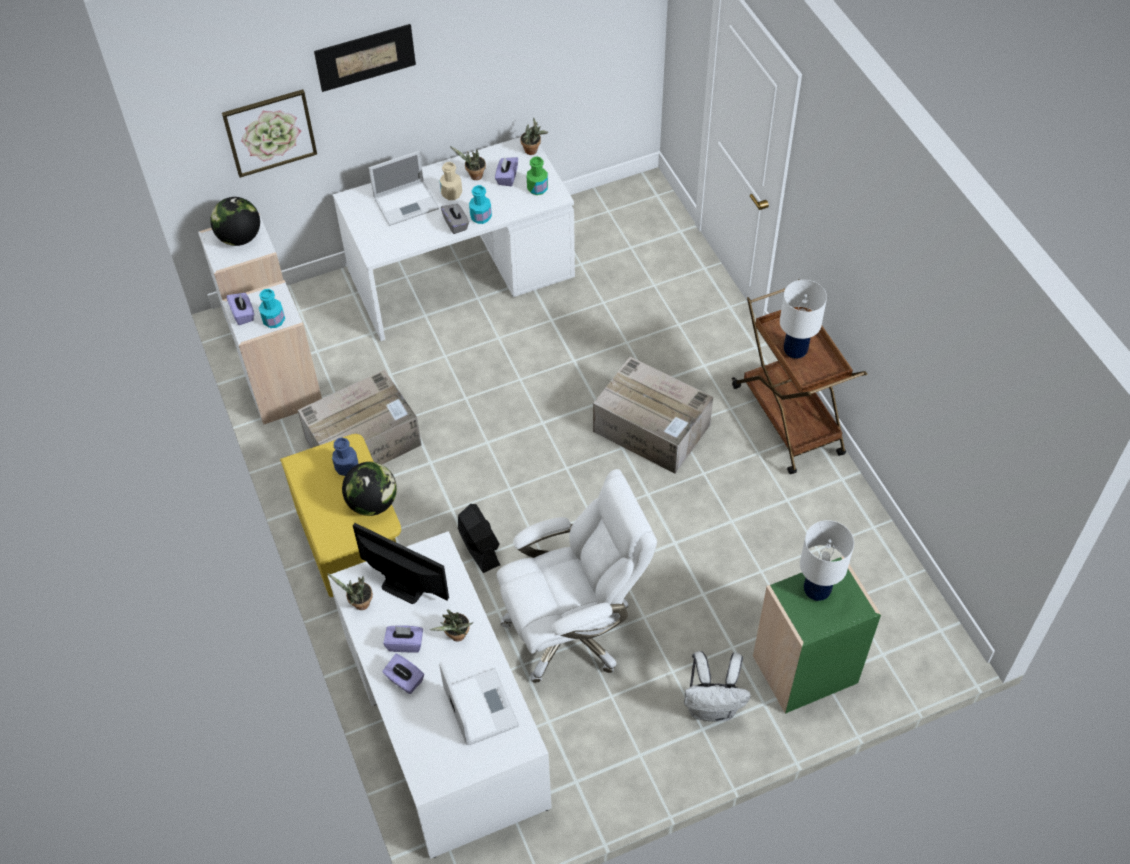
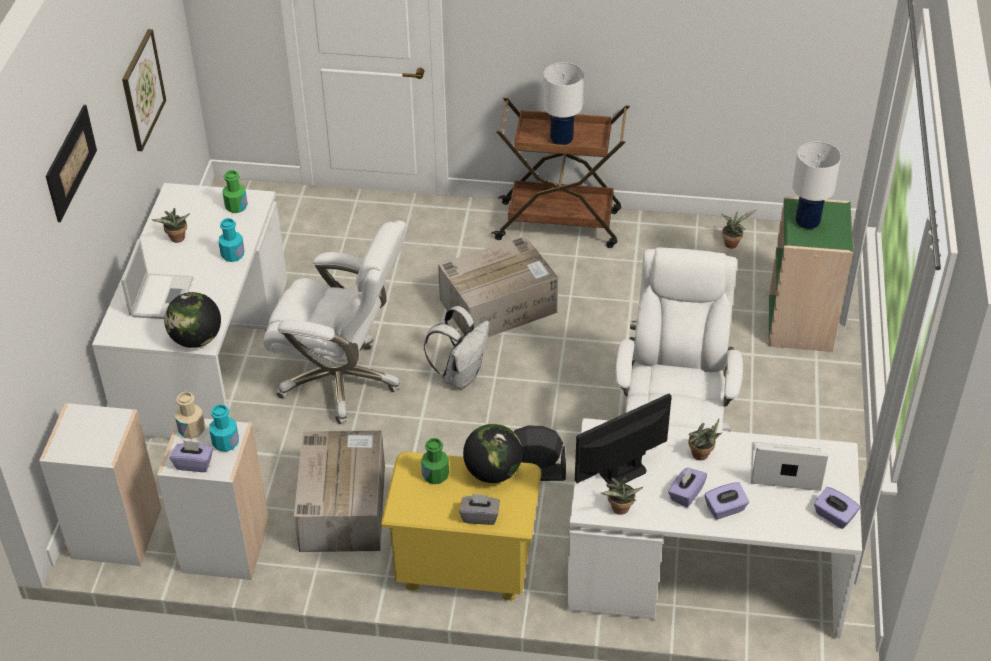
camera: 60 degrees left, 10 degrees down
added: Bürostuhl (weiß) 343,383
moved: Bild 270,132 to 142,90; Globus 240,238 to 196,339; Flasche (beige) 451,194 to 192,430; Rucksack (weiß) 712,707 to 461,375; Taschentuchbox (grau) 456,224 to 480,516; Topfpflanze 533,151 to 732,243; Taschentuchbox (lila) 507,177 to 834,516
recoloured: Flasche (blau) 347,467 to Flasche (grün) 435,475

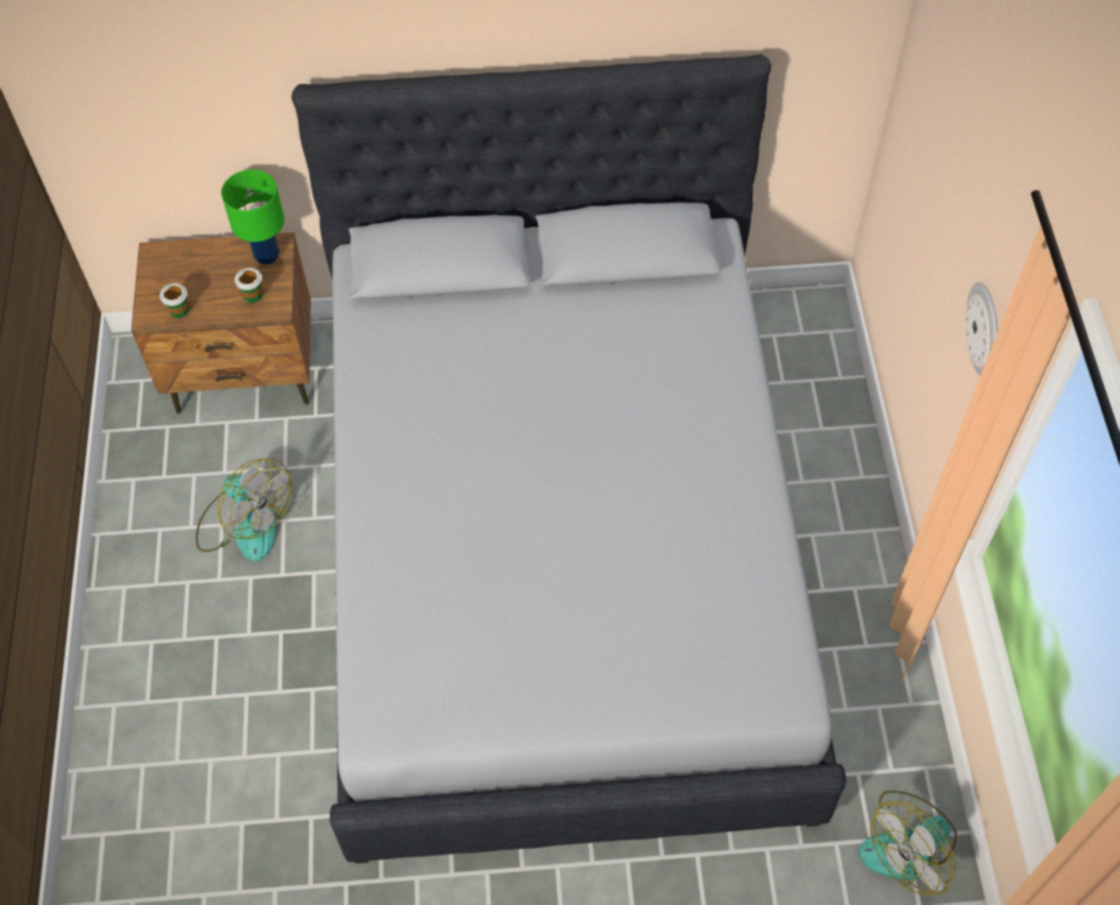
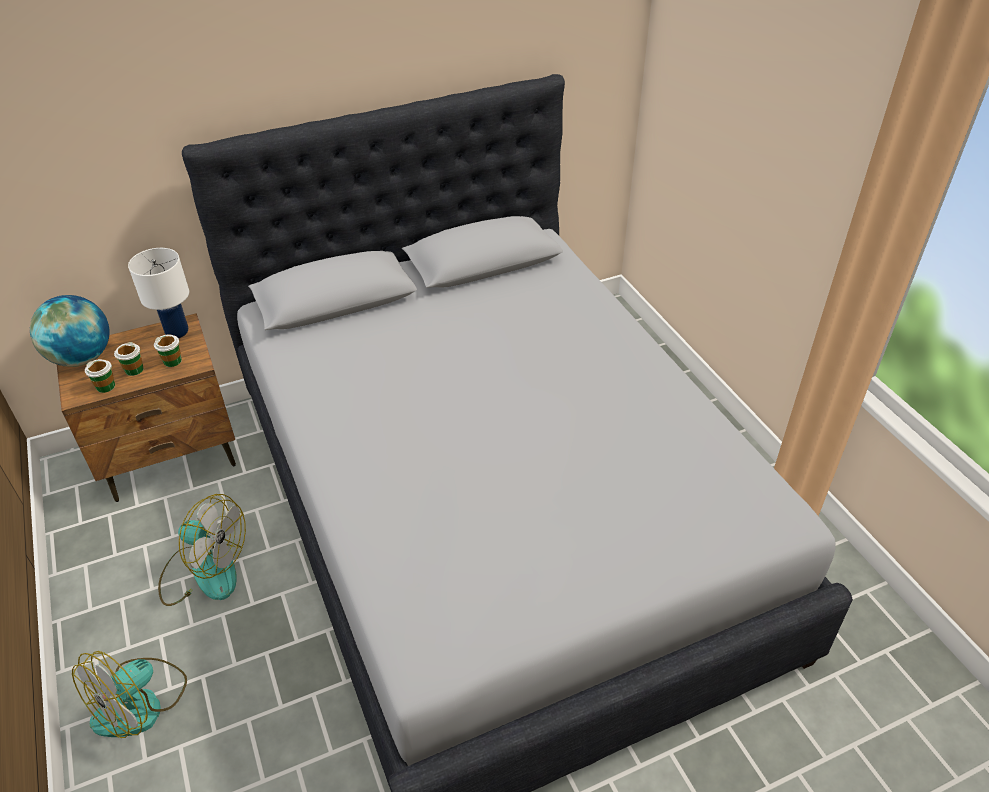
camera: 20 degrees left, 15 degrees down
removed: Wanduhr 985,330
added: Globus 82,358; Tasse 134,370
moved: Ventilator 909,846 to 141,703
recoloured: Tischlampe (grün) 267,254 to Tischlampe (weiß) 177,332

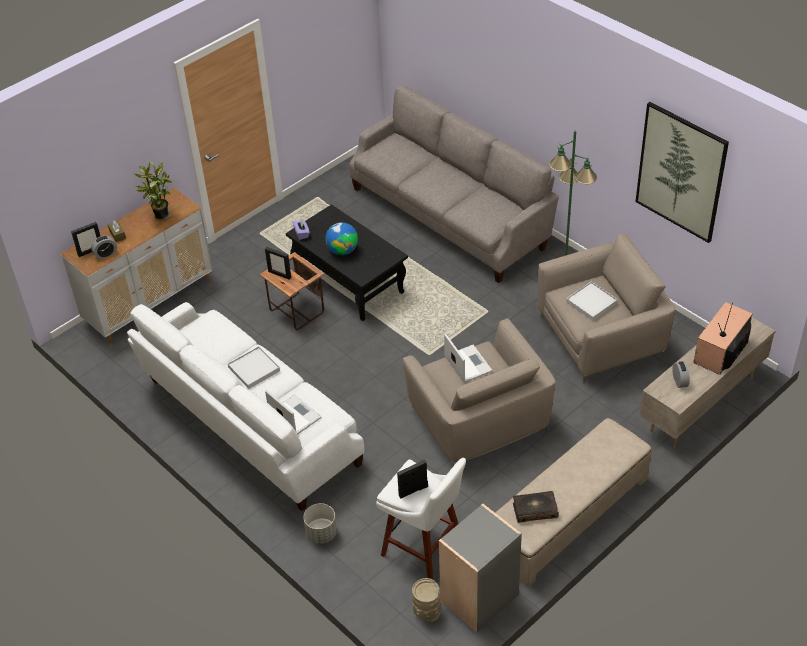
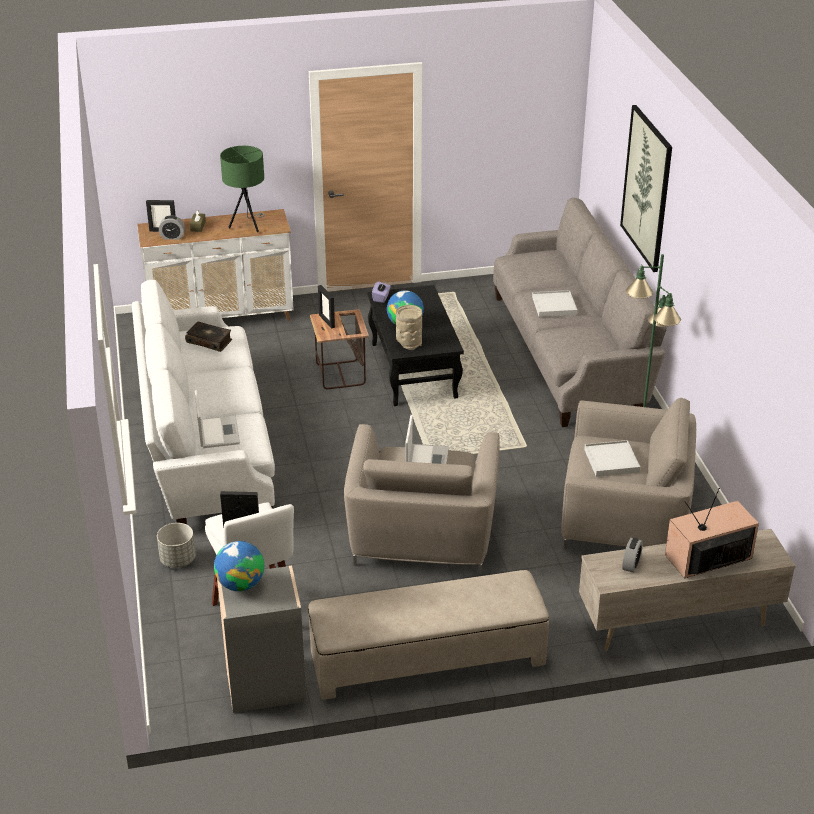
camera: 30 degrees right, 10 degrees down
added: Globus 241,584
moved: Buch 535,510 to 209,341; Vase (beige) 426,611 to 408,343; Tablett (weiß) 253,369 to 554,306; Bild 681,172 to 646,188
replaced: Topfpflanze 160,216 to Tischlampe (grün) 248,225

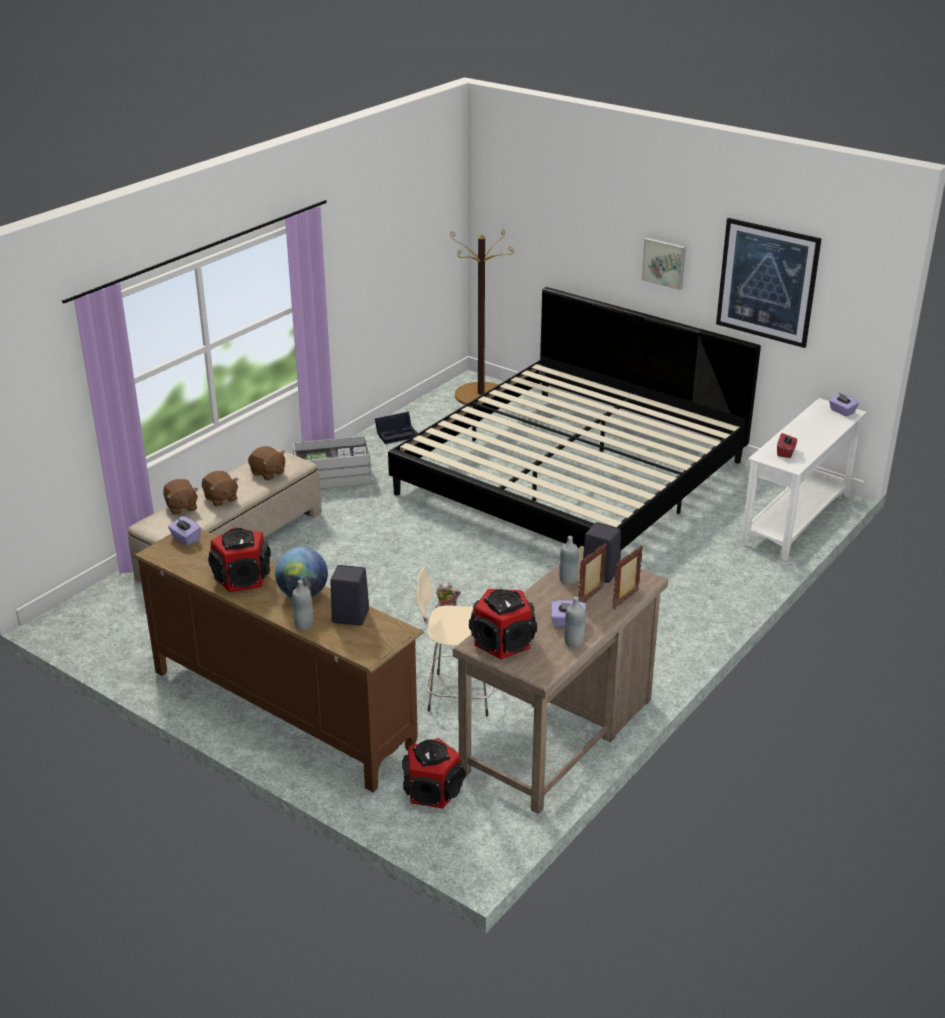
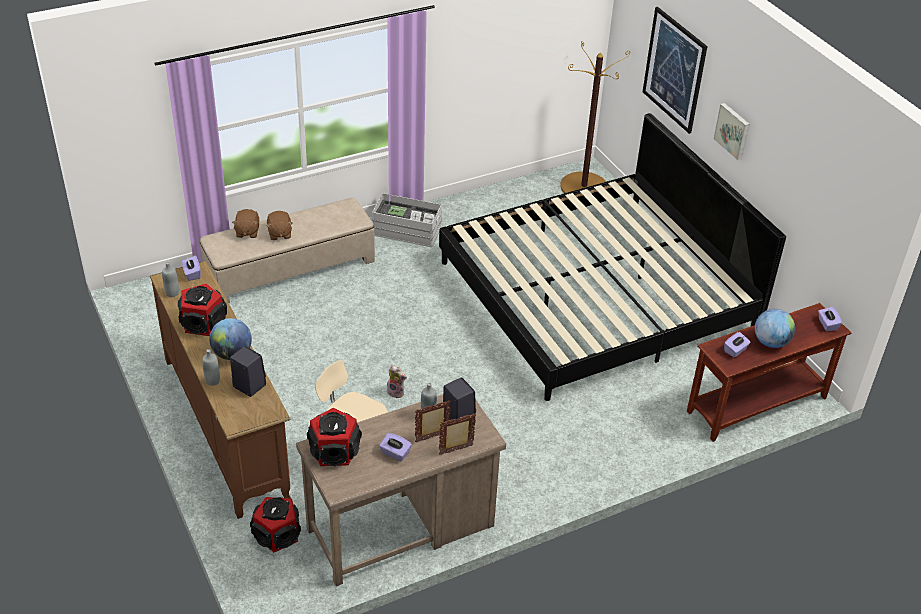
camera: 25 degrees right, 10 degrees up
removed: Plüschtier (braun) 268,473; Aufbewahrungsbox (schwarz) 397,434
added: Globus 771,342
moved: Flasche (grau) 573,642 to 172,293; Bild 767,282 to 674,70
recoloured: Konsolentisch (weiß) 796,520 to Konsolentisch (braun) 756,405; Taschentuchbox (rot) 785,452 to Taschentuchbox (lila) 735,350

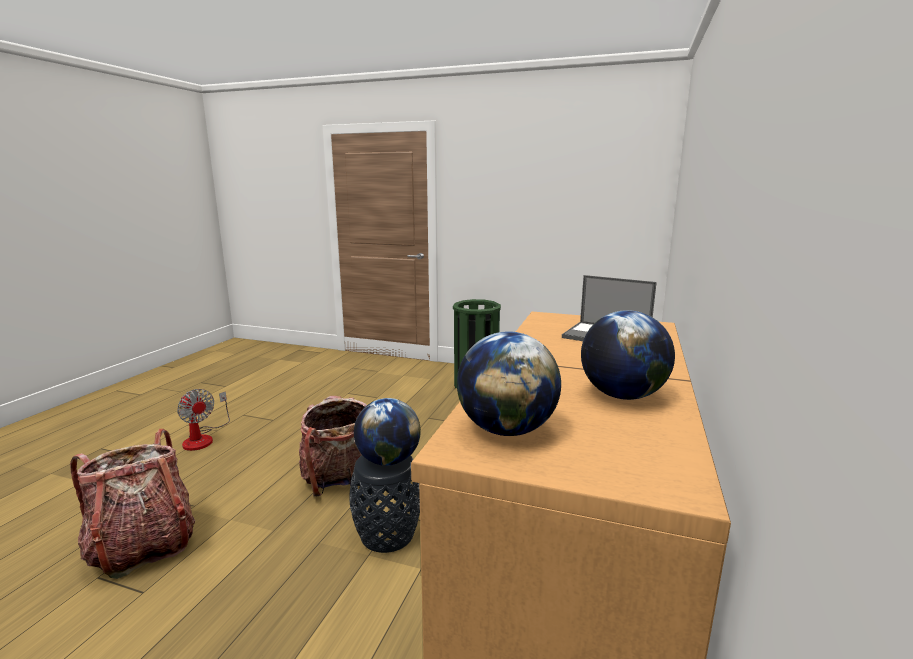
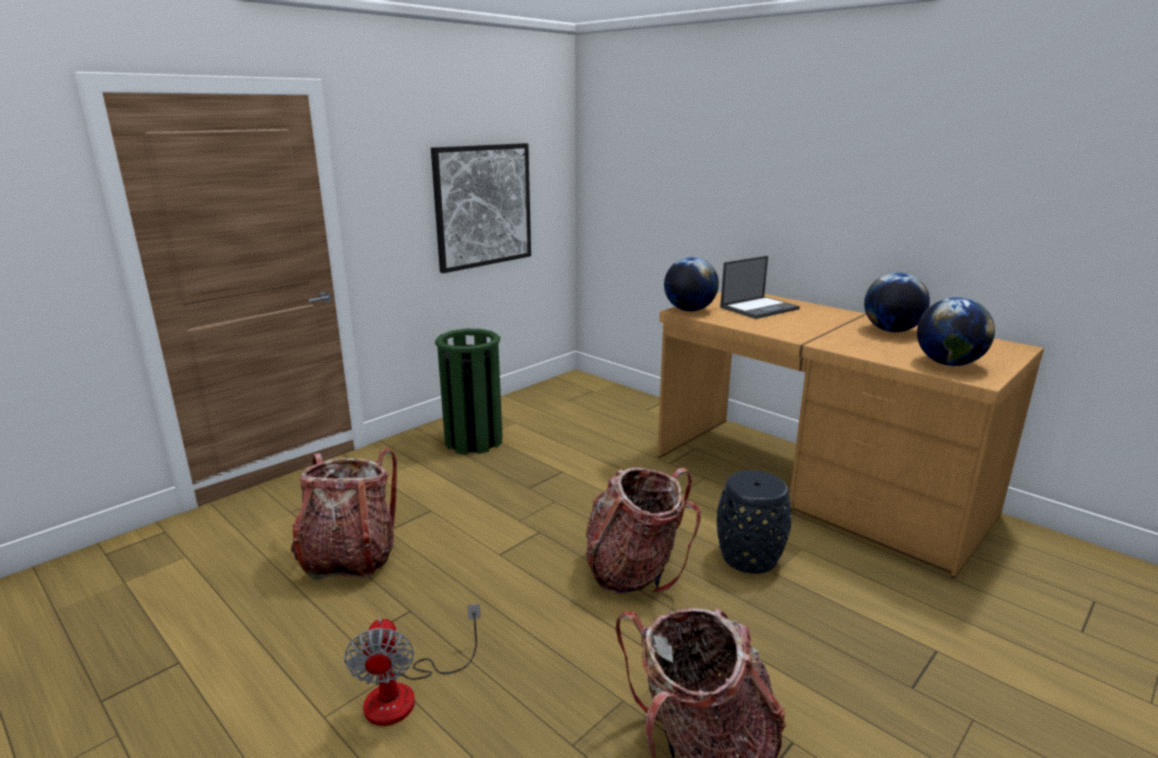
camera: 65 degrees left, 5 degrees up
added: Rucksack 349,557; Bild 483,206
moved: Globus 388,460 to 689,310
turned: Ventilator 203,438 = 406,693 105 degrees clockwise

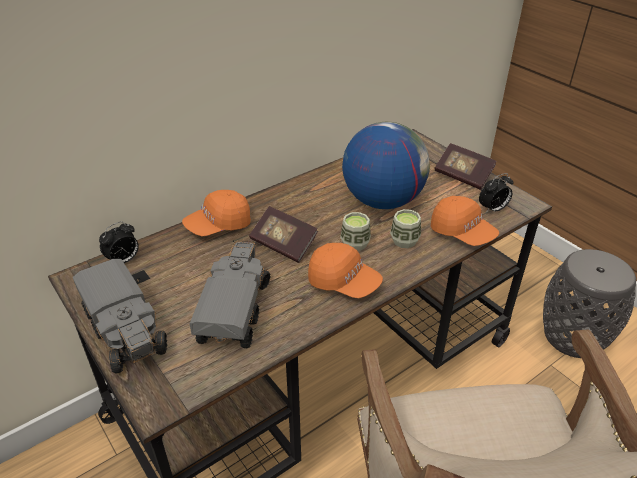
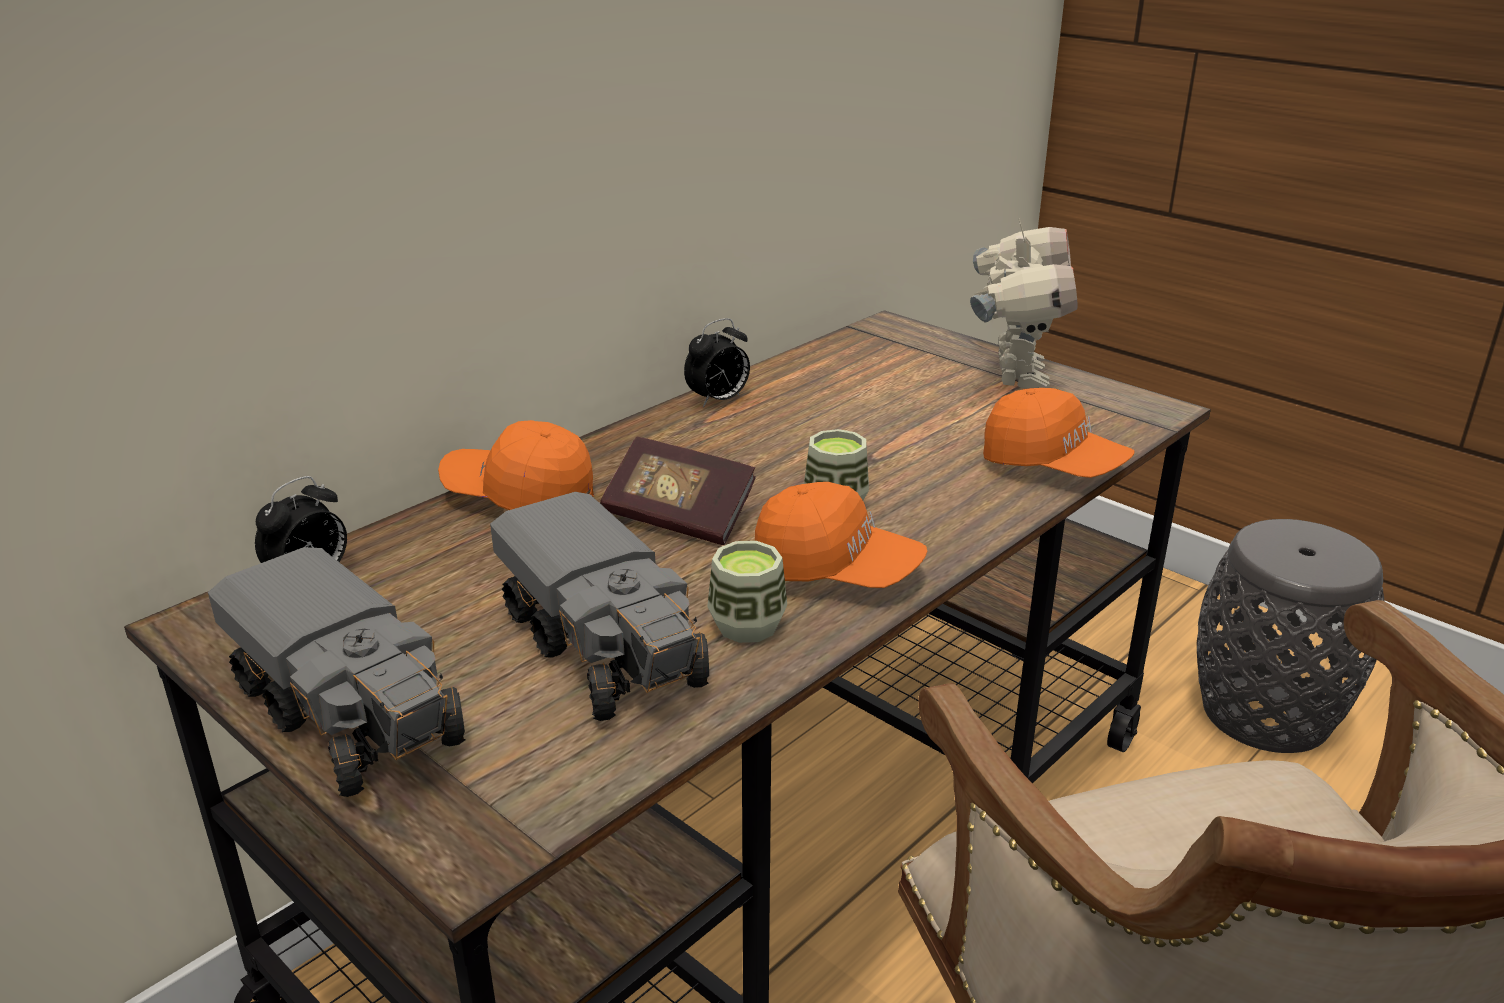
camera: 10 degrees left, 10 degrees down
removed: Globus 382,201
moved: Wecker 492,209 to 718,400; Tasse 404,241 to 747,625
replaced: Buch 463,176 to Spielzeugroboter 1015,375
turned: Kappe (orange) 218,225 = 520,496 60 degrees clockwise; Spielzeuglaster 234,312 = 606,648 150 degrees clockwise

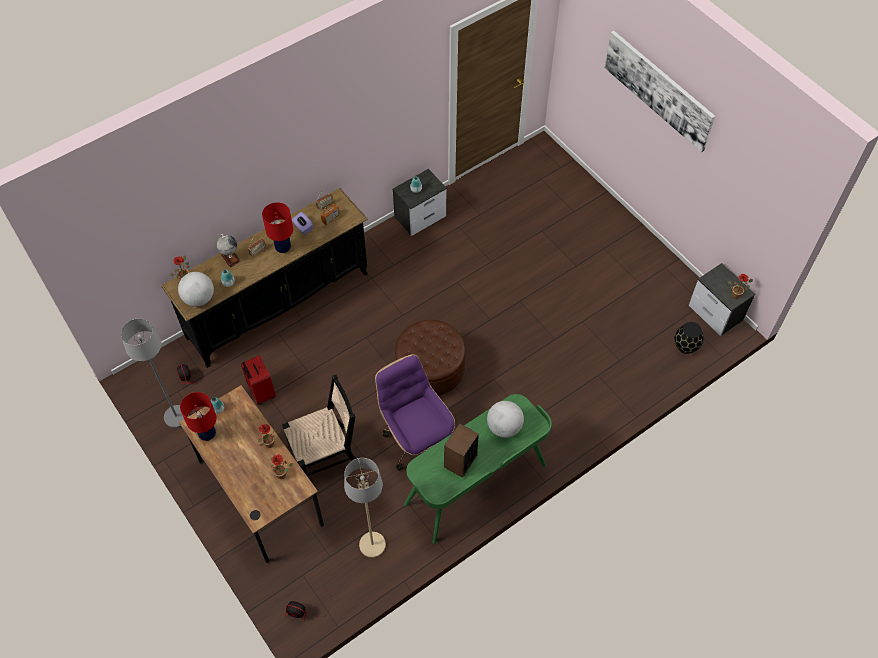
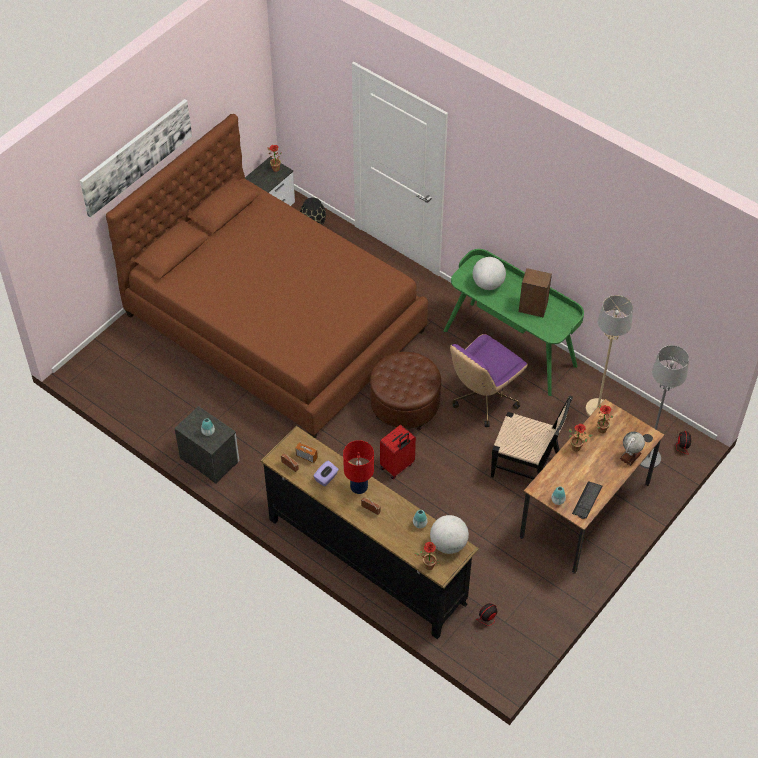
camera: 105 degrees left, 5 degrees down
added: Bett (braun) 274,322
moved: Koffer (rot) 261,392 to 397,466; Globus 230,258 to 630,456; Stehlampe (grau) 176,416 to 648,458
replaced: Tischlampe (rot) 207,434 to Tastatur 587,500
turned: Stuhl 325,455 = 526,468 150 degrees clockwise

